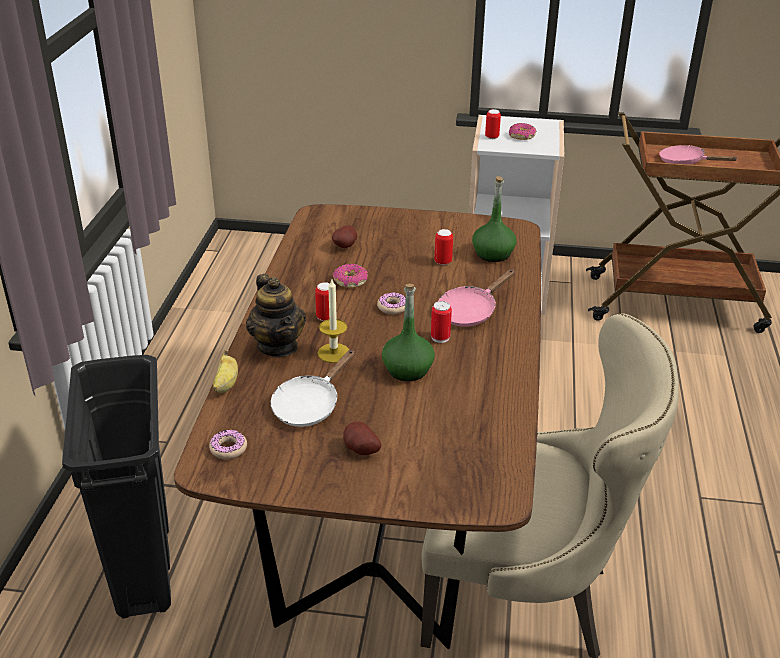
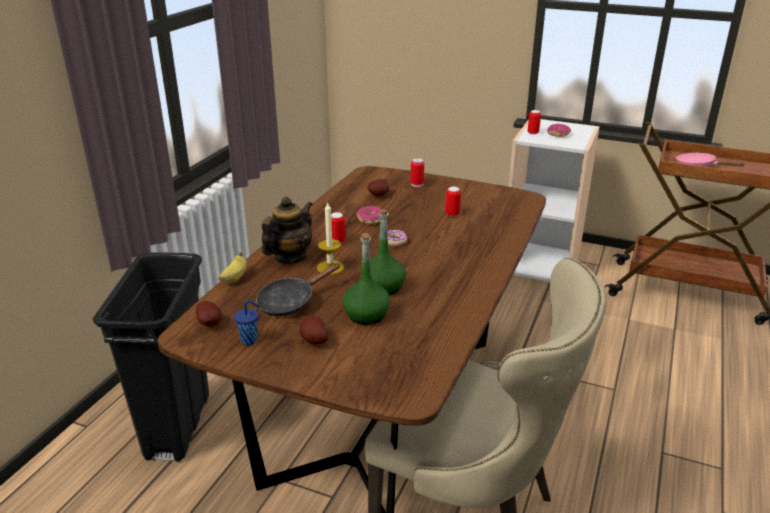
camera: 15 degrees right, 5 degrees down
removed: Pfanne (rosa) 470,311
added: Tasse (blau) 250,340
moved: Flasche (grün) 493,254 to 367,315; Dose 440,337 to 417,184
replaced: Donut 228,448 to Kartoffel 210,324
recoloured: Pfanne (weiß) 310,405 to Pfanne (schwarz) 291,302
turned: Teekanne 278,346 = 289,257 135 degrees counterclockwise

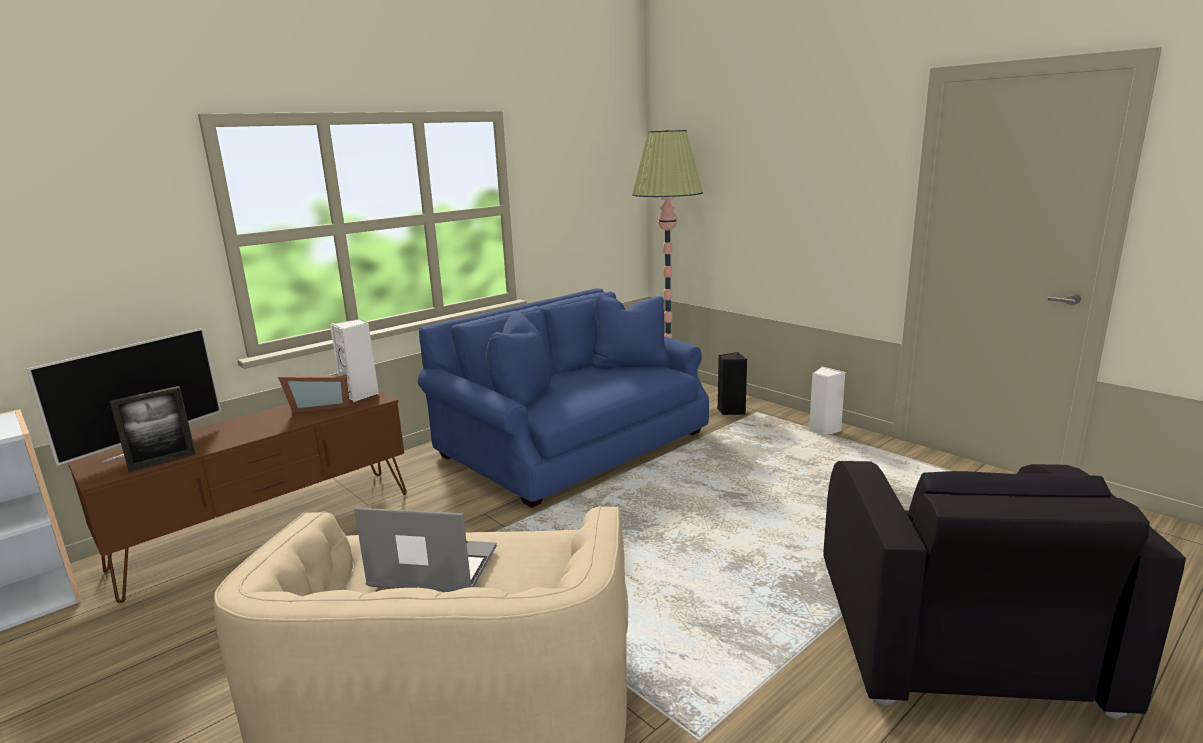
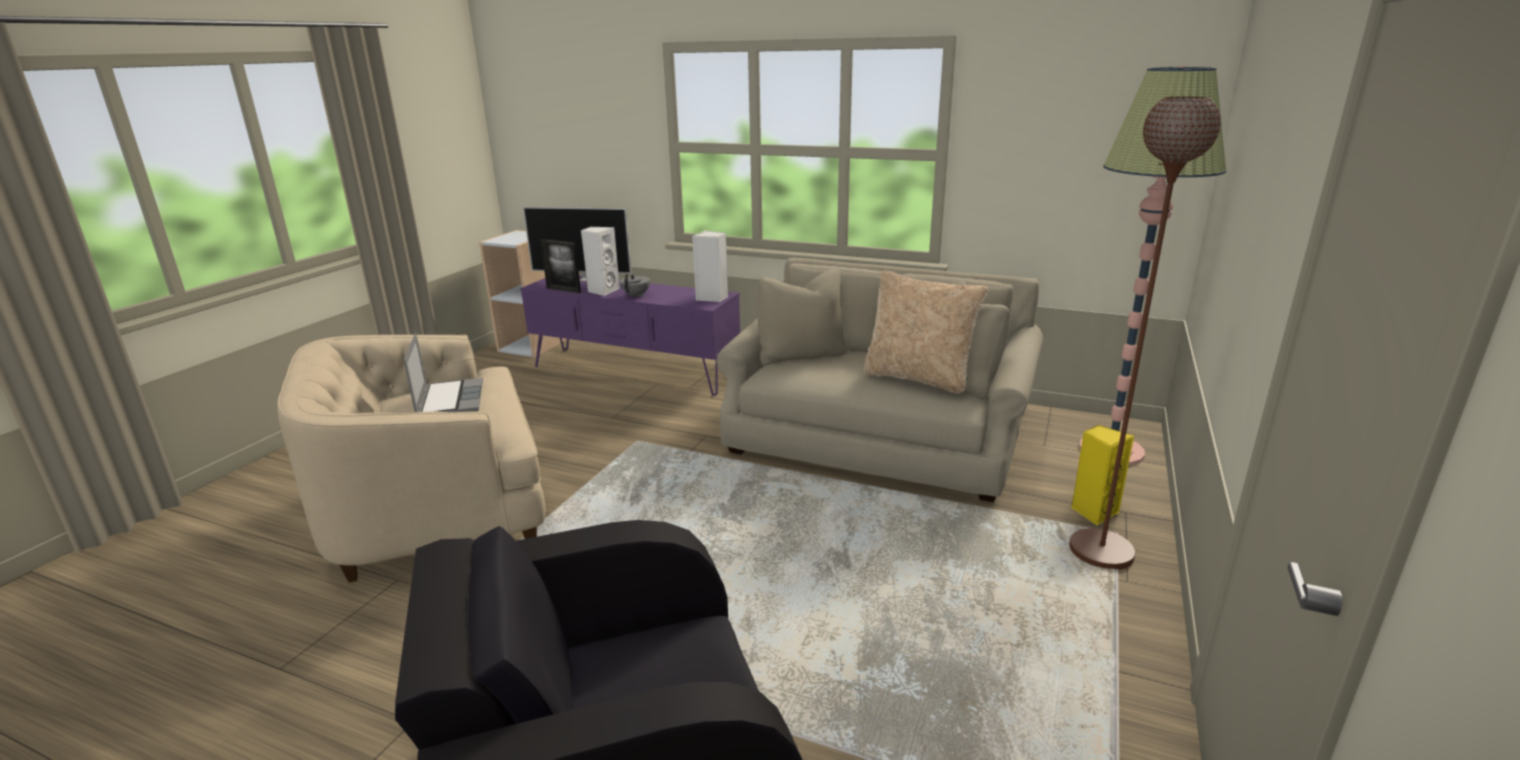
camera: 65 degrees right, 5 degrees up
removed: Bilderrahmen 319,407
added: Teekanne (grau) 636,295; Kissen (beige) 918,380; Stehlampe (braun) 1100,551
moved: Lautsprecher (weiß) 823,430 to 603,291
recoloured: Fernsehschrank (braun) 270,529 to Fernsehschrank (lila) 635,371; Sofa (blau) 573,444 to Sofa (beige) 878,436; Lautsprecher (schwarz) 730,411 to Lautsprecher (gelb) 1093,512

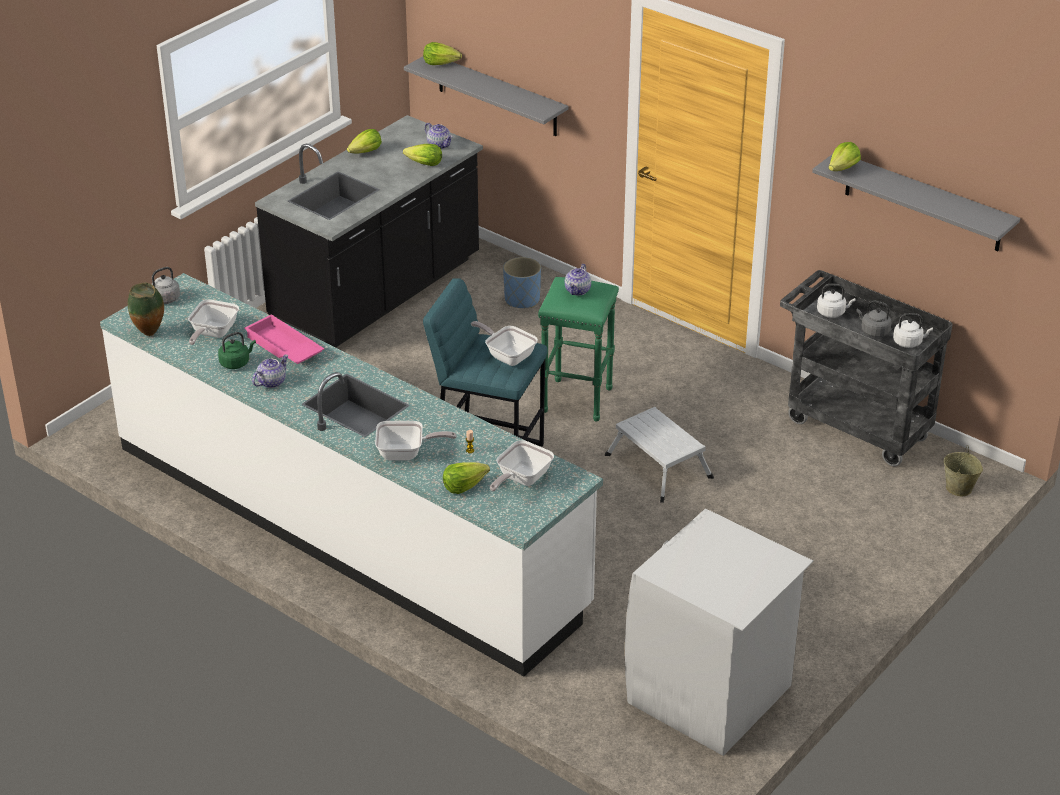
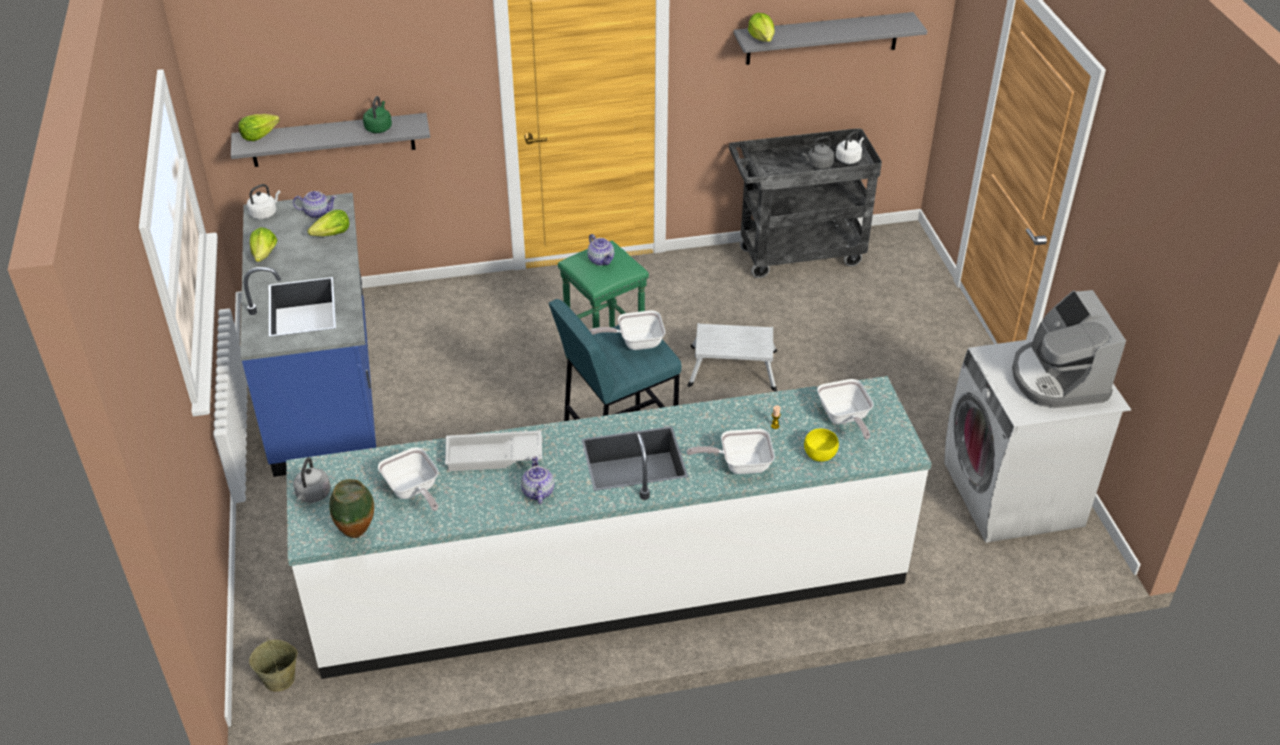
camera: 50 degrees left, 5 degrees up
removed: Pflanzkübel (blau) 522,300
added: Kaffeemaschine 1057,379
moved: Wasserkessel (weiß) 832,313 to 264,213; Eimer (beige) 959,488 to 280,679; Wasserkessel (grün) 236,363 to 379,127
replaced: Salatkopf 464,485 to Schüssel (gelb) 819,454
recoloured: Küchenzeile (schwarz) 378,295 to Küchenzeile (blau) 325,388; Tablett (rosa) 283,347 to Tablett (weiß) 493,457
turned: Pfanne 406,453 = 739,464 135 degrees counterclockwise

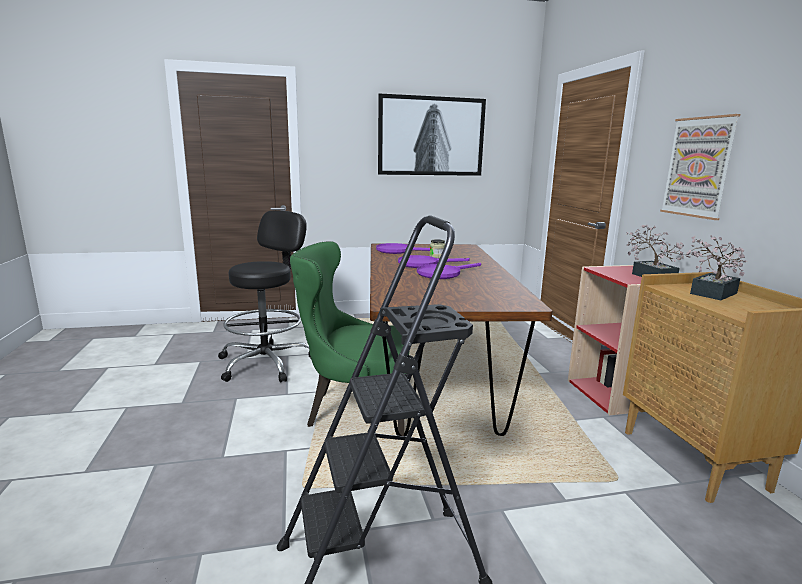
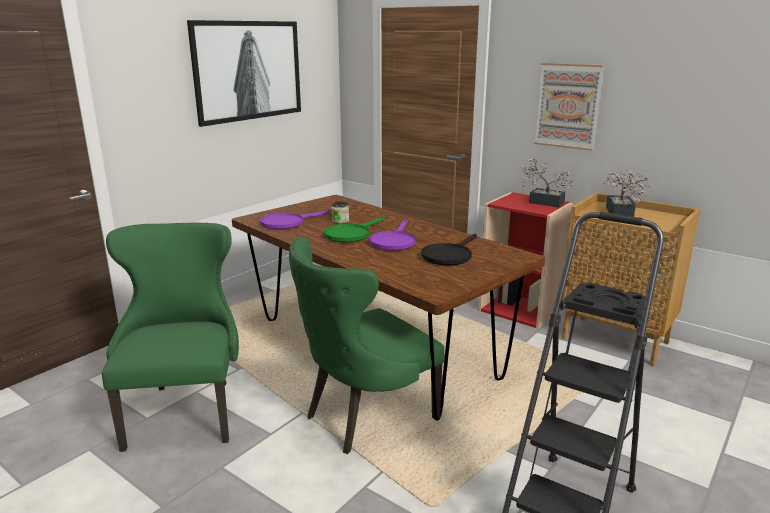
camera: 40 degrees left, 5 degrees up
added: Pfanne (schwarz) 449,255
replaced: Hocker (schwarz) 267,362 to Stuhl (grün) 185,410
recoloured: Pfanne (lila) 423,264 to Pfanne (grün) 351,234

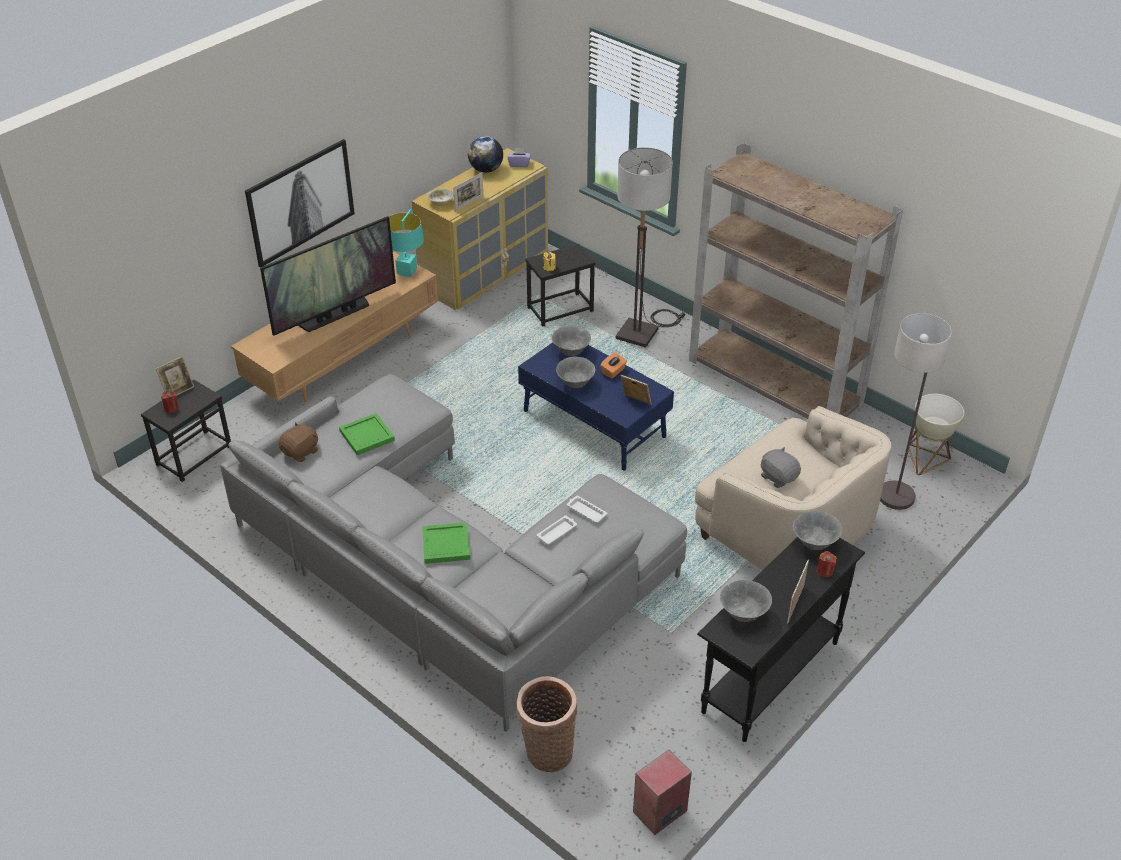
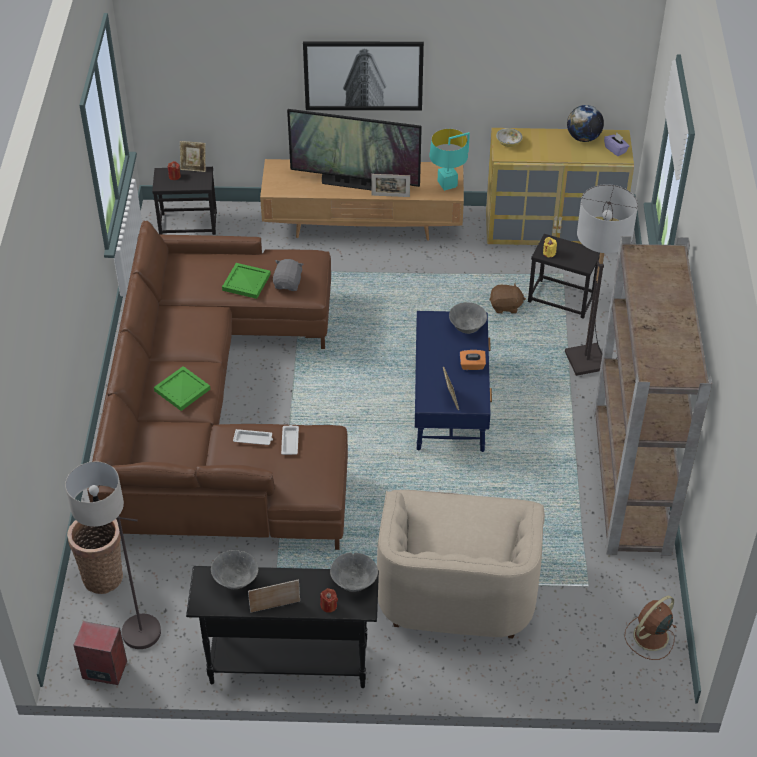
camera: 50 degrees right, 5 degrees up
removed: Schüssel (grau) 575,384
moved: Stehlampe (grau) 888,501 to 130,631; Plüschtier (grau) 778,477 to 288,283; Bilderrahmen 469,204 to 390,196; Plüschtier (braun) 301,452 to 505,306
replaced: Pflanzkübel 926,460 to Ventilator (braun) 649,637
recoloured: Sofa (grau) 442,566 to Sofa (braun) 215,413

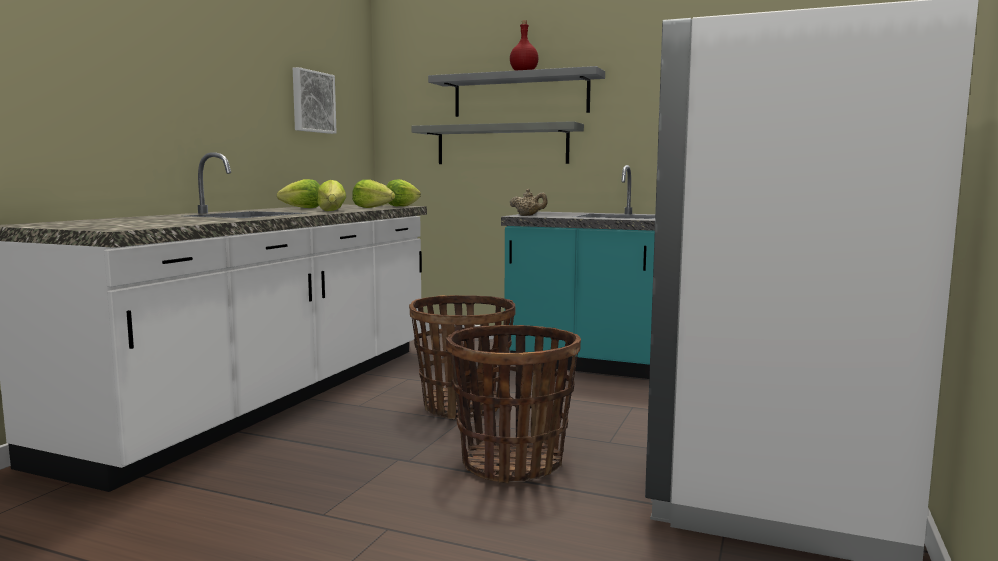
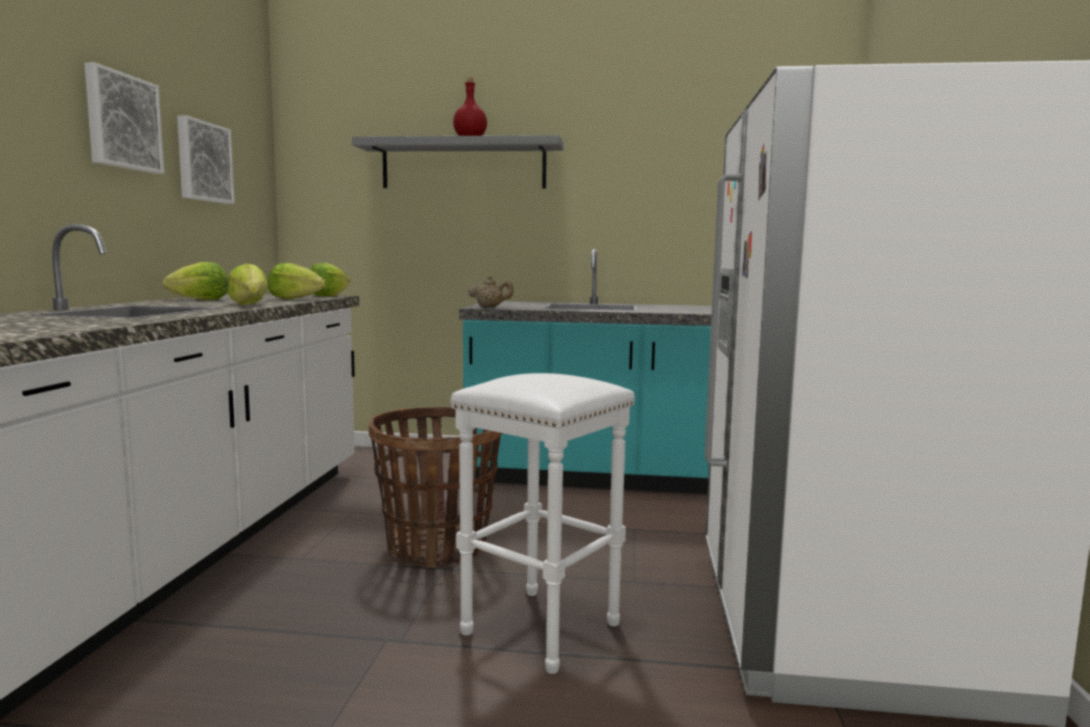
camera: 15 degrees left, 0 degrees up
removed: Wandregal (grau) 502,145
added: Bild 122,122
replaced: Korb 512,463 to Hocker (weiß) 537,628

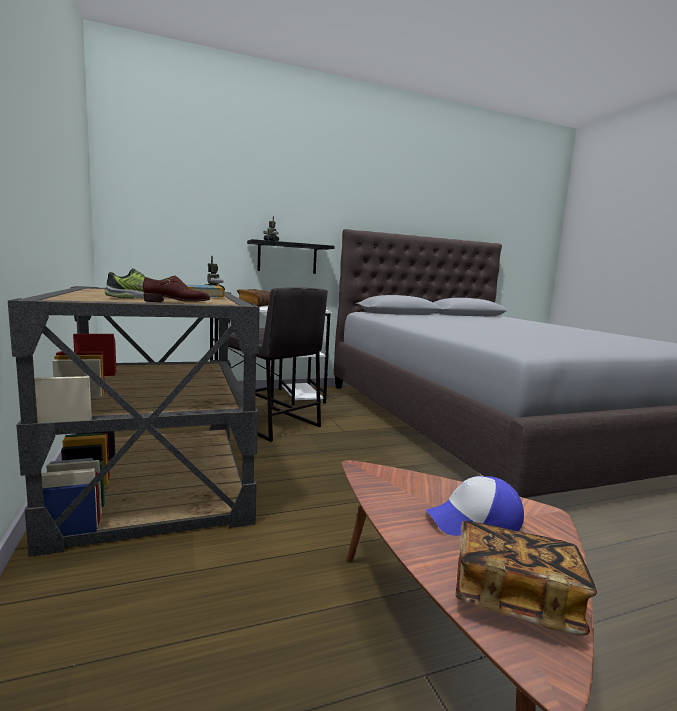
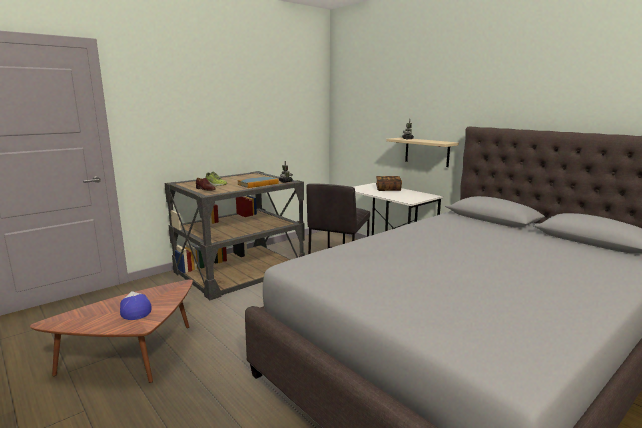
camera: 70 degrees right, 5 degrees up
removed: Buch 514,597
recoloured: Wandregal (schwarz) 287,258 to Wandregal (beige) 427,152

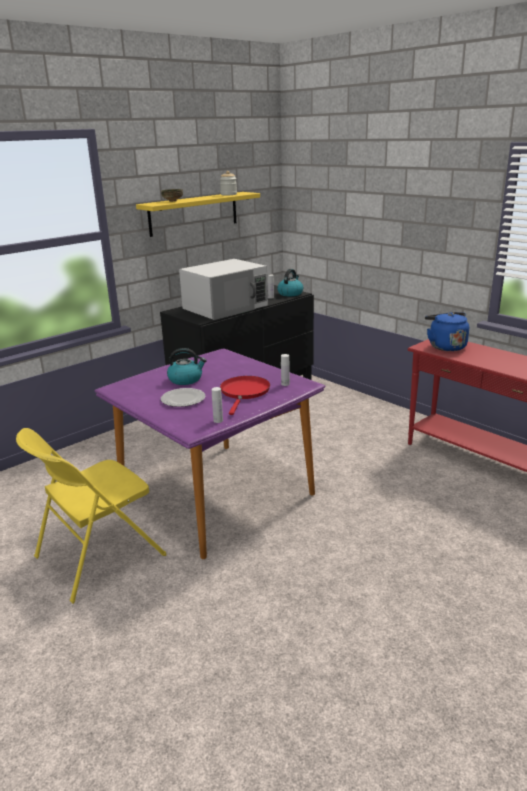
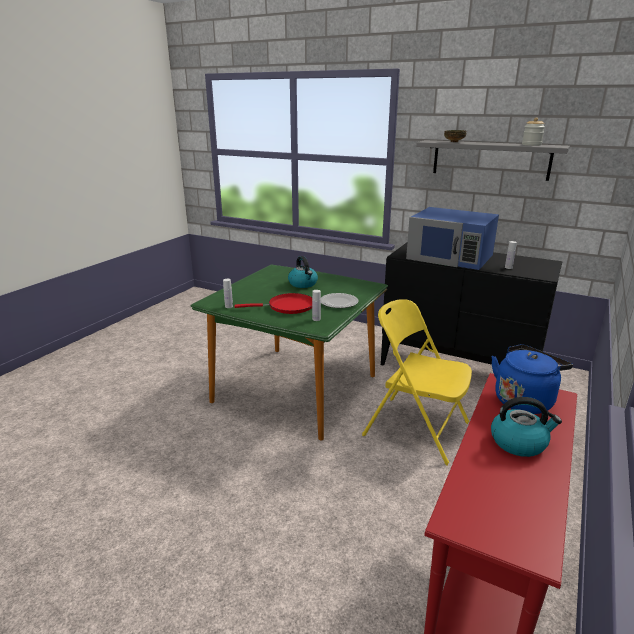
camera: 70 degrees right, 0 degrees up
moved: Teller 183,399 to 338,302; Stuhl (gelb) 100,556 to 416,428; Wasserkessel 290,293 to 519,442
recoloured: Esstisch (lila) 217,495 to Esstisch (grün) 296,389; Mikrowelle (weiß) 226,307 to Mikrowelle (blau) 450,257; Wandregal (gelb) 194,213 to Wandregal (grau) 490,159

